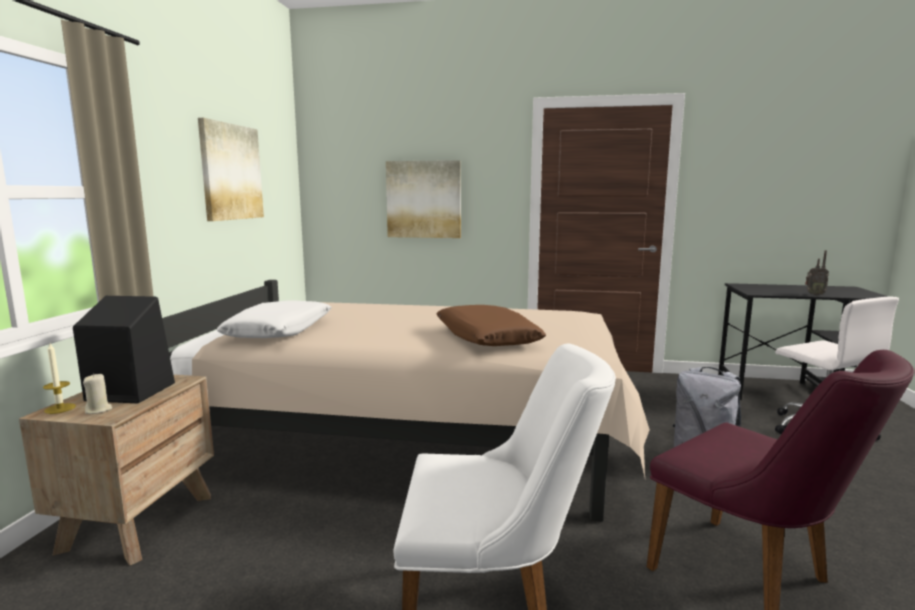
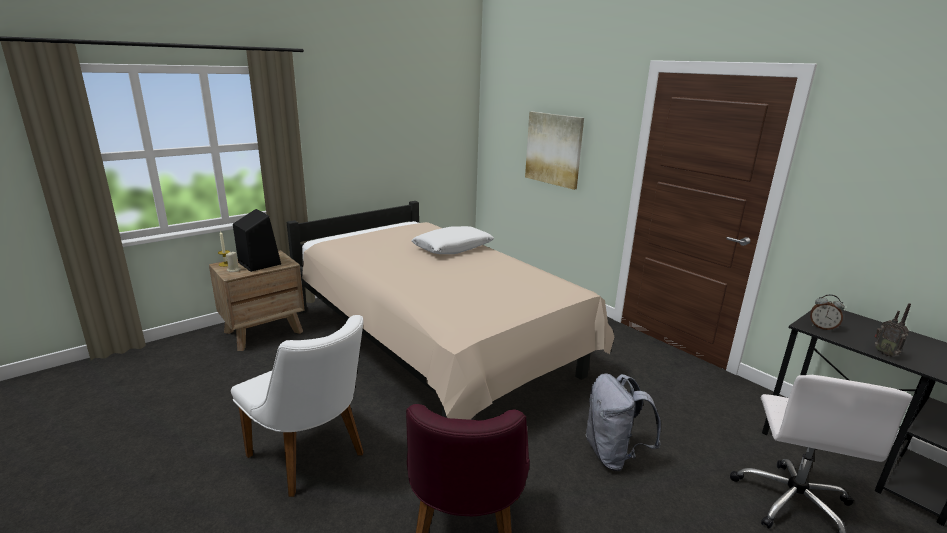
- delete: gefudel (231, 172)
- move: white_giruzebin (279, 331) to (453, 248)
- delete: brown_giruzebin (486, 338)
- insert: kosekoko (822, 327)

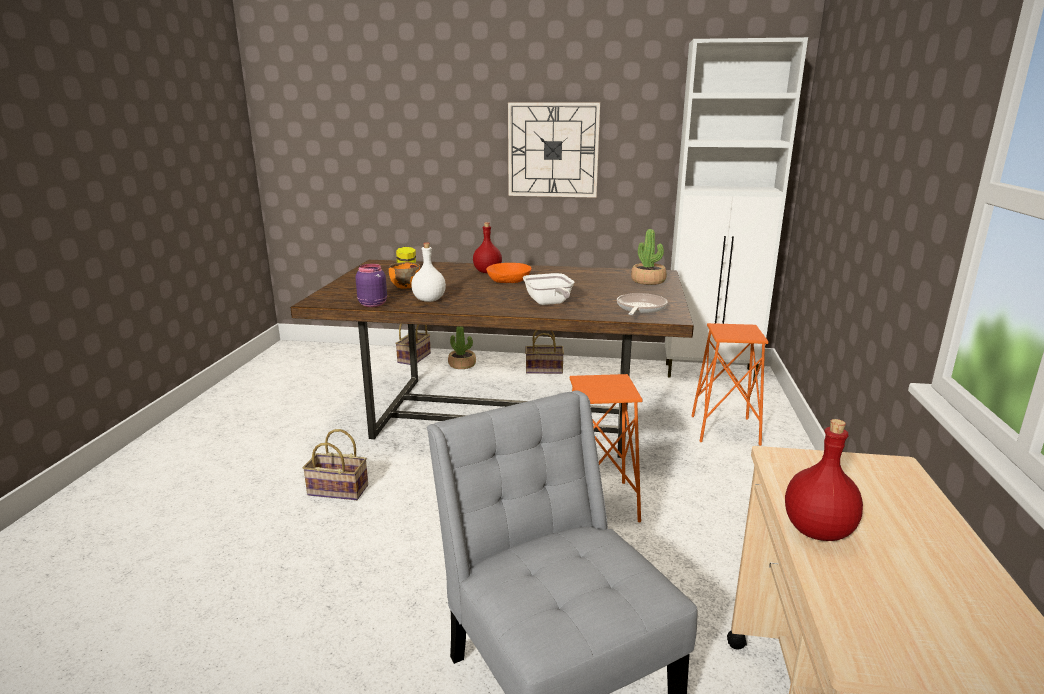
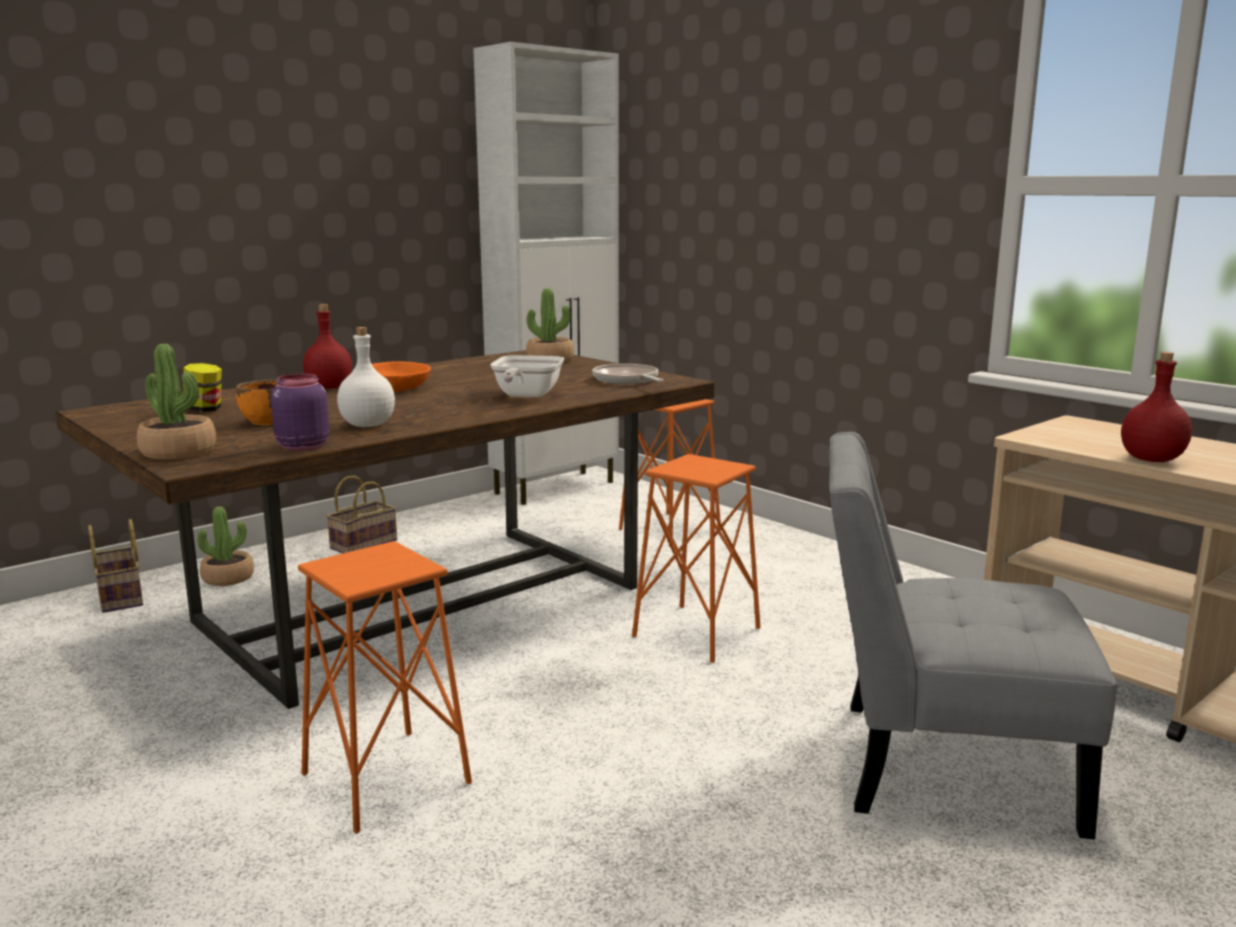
- replace: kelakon (336, 491) to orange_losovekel (385, 779)
- delete: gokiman (553, 150)
- rotate: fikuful (549, 303) = (525, 396) 75 degrees clockwise
- insert: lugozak (179, 452)

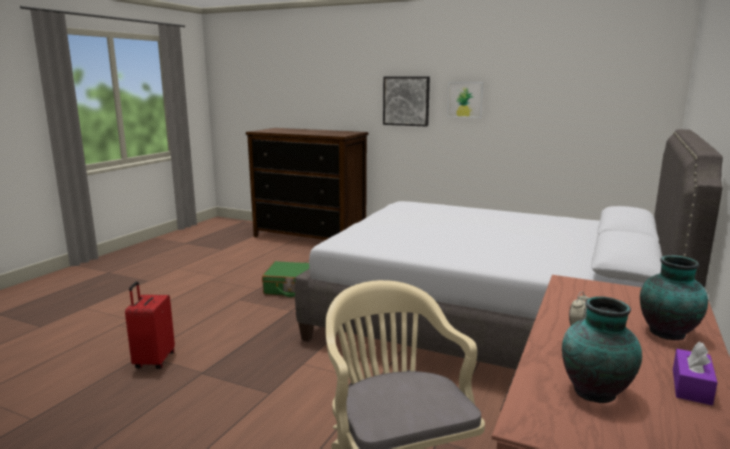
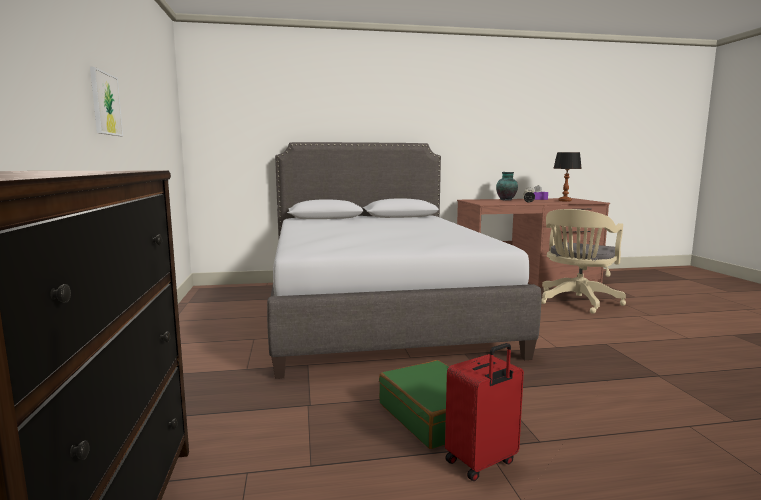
- move: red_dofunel (153, 361) to (482, 462)
- delete: gefudel (406, 101)
- replace: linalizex (597, 392) to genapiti (565, 201)

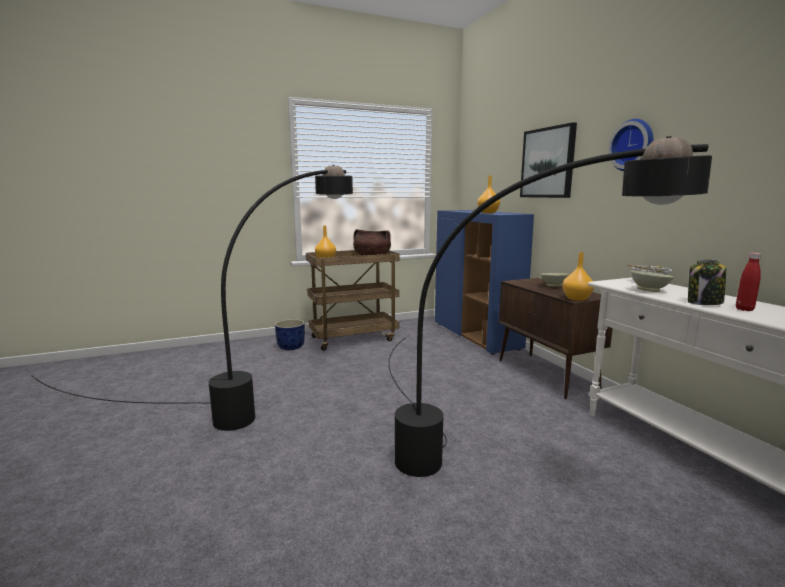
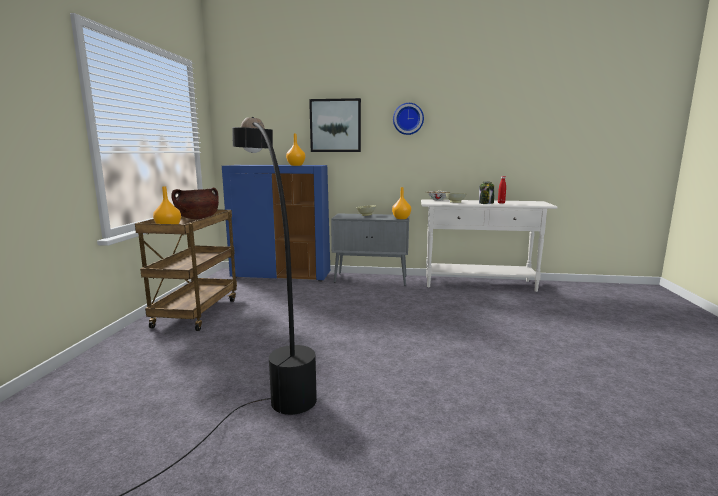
- delete: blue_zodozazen (291, 347)
- delete: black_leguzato (481, 461)
- recolor: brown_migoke (547, 375) to grey_migoke (371, 279)

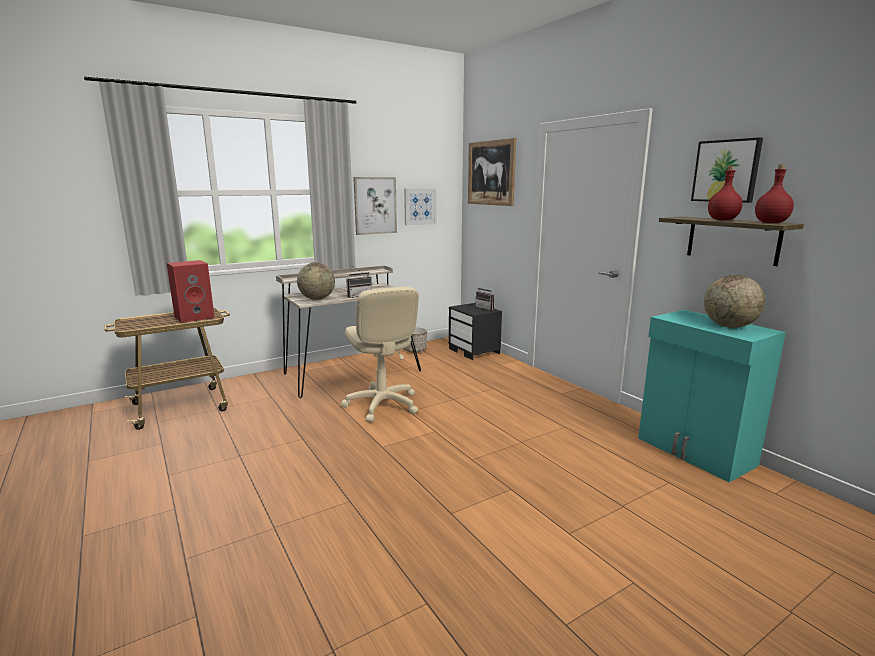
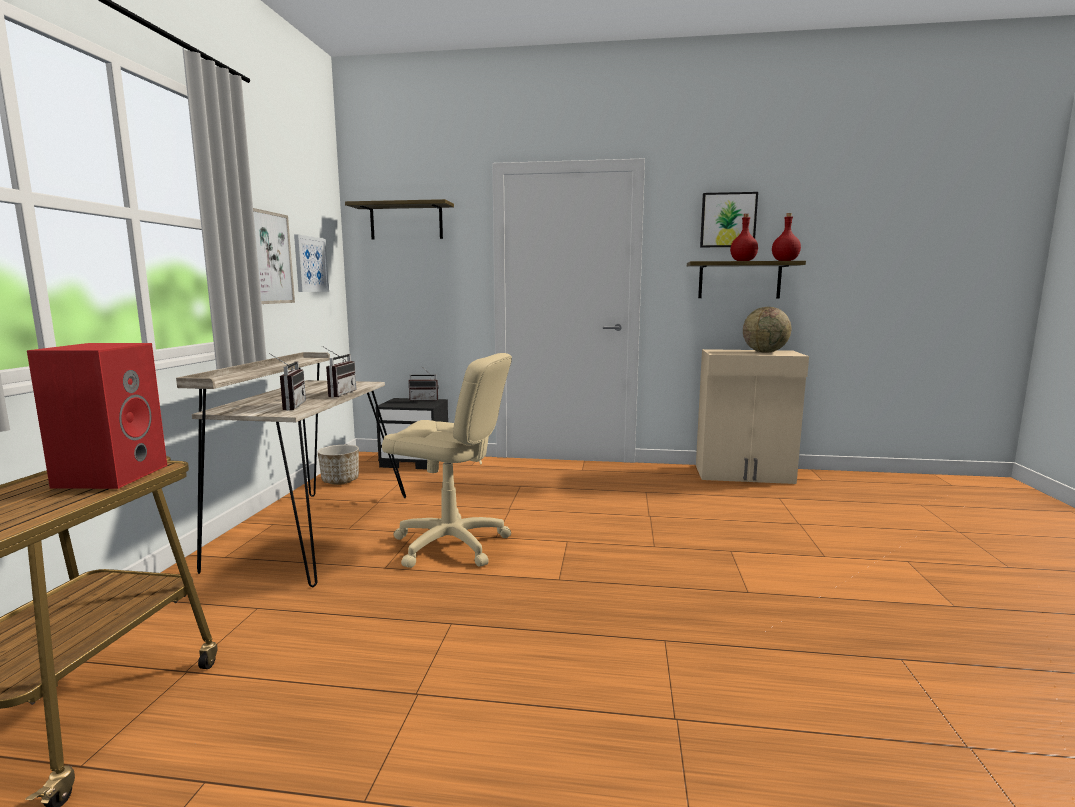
- replace: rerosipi (317, 299) to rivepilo (288, 406)
- replace: gefudel (491, 173) to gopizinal (406, 222)
- recolor: turquoise_migoke (695, 452) to beige_migoke (744, 474)

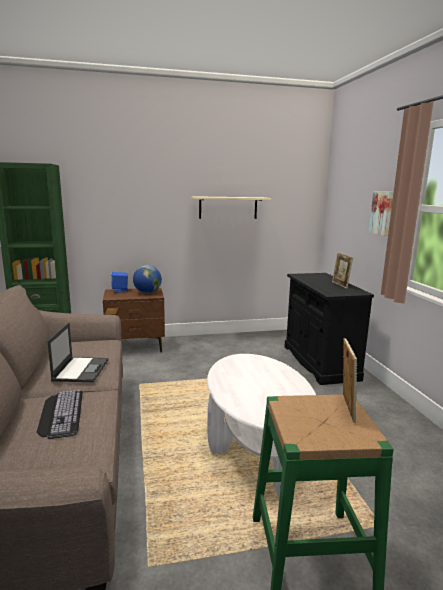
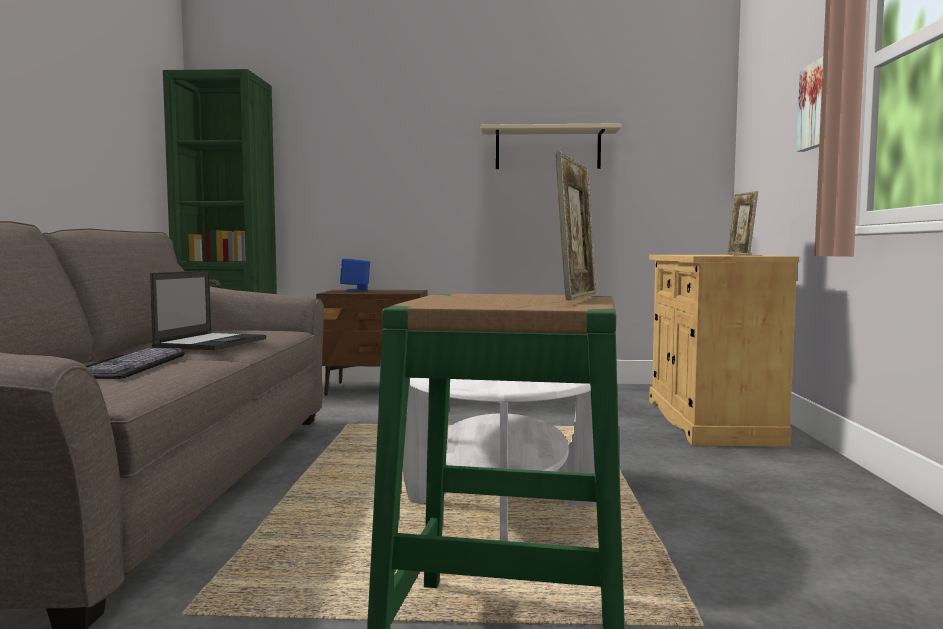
- delete: rerosipi (147, 293)
- recolor: black_migoke (319, 362) to beige_migoke (710, 421)

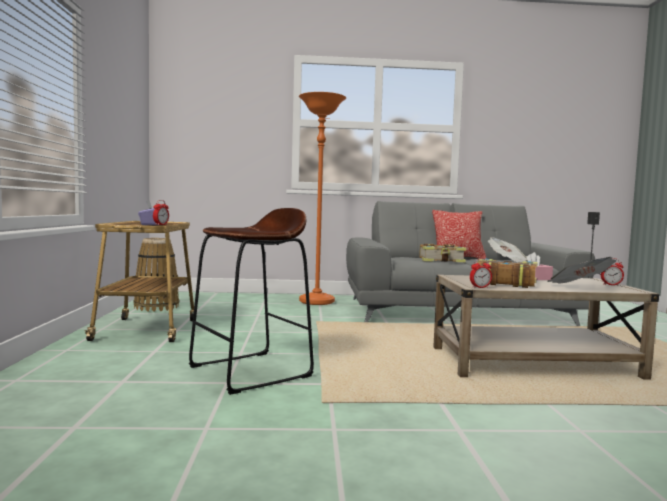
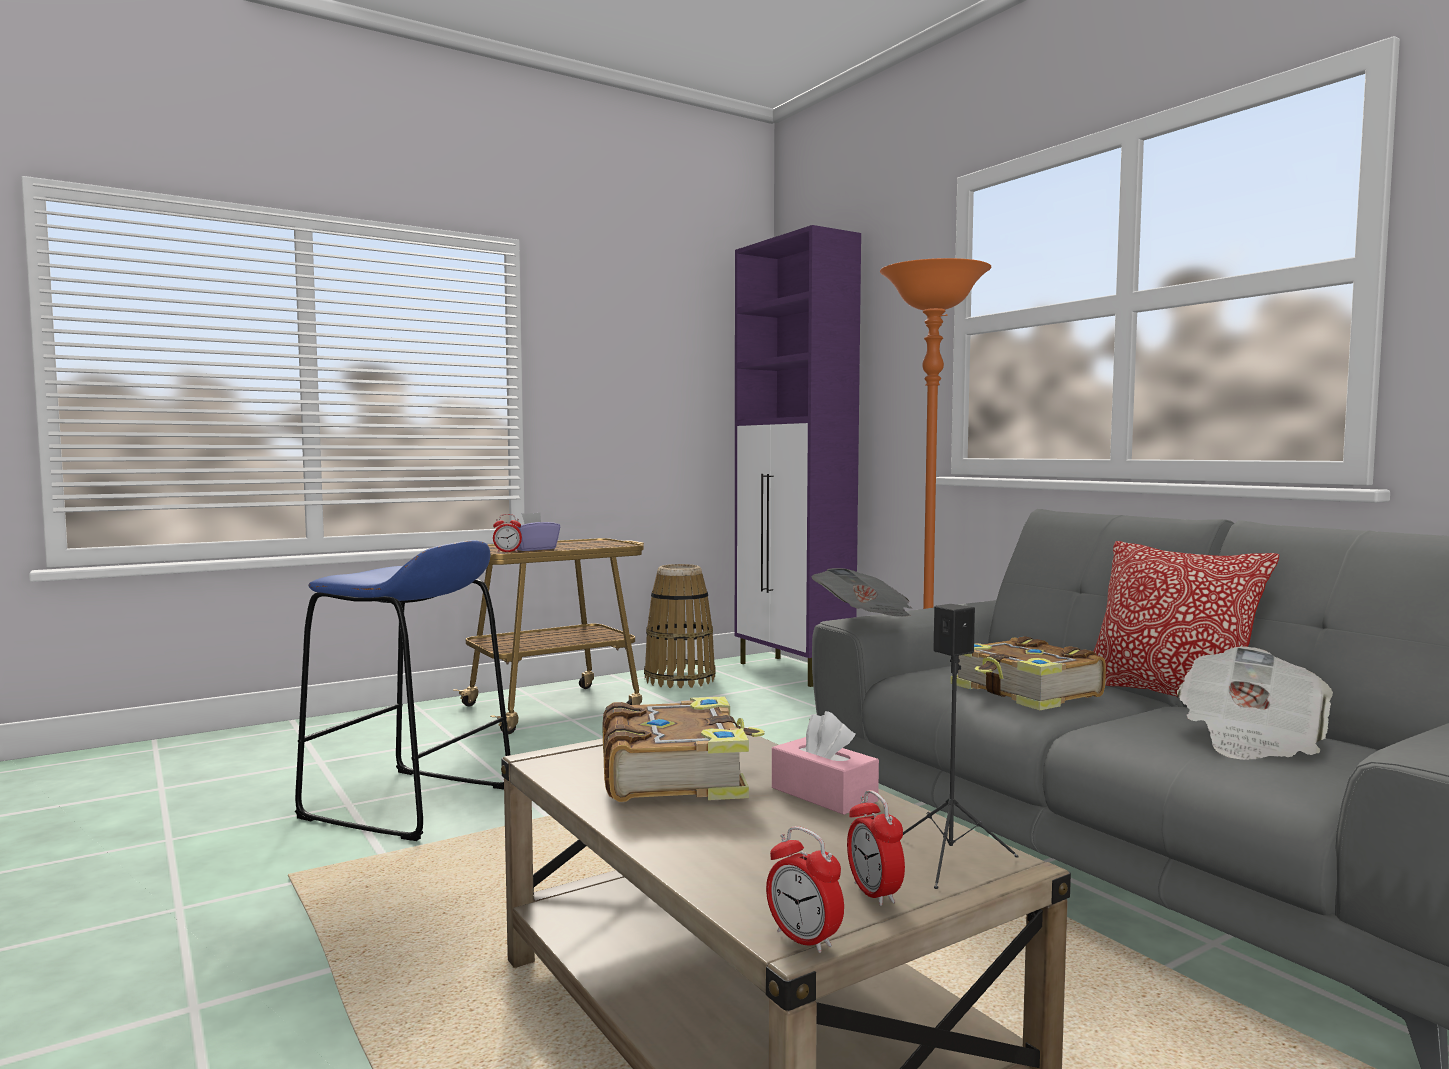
- recolor: brown_losovekel (251, 371) to blue_losovekel (408, 803)
- move: kosekoko (480, 287) to (804, 939)
- move: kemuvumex (579, 287) to (866, 622)
- insert: purple_migoke (793, 671)

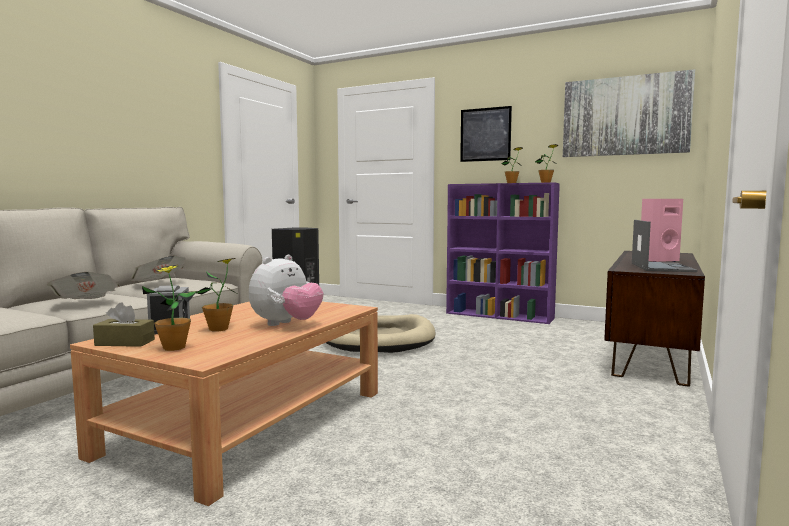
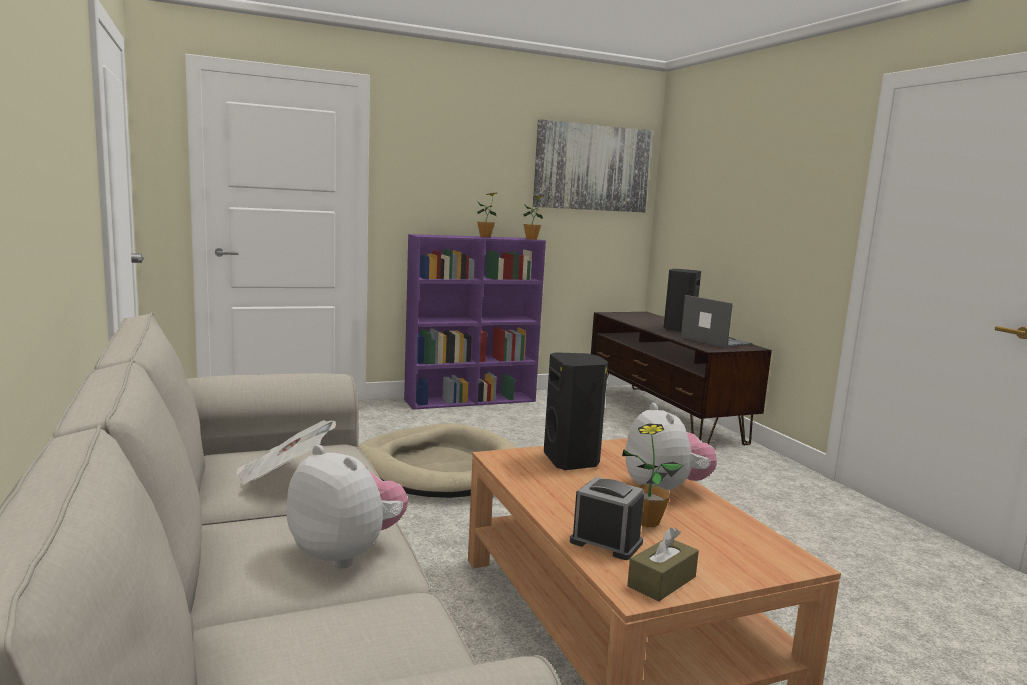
- replace: kemuvumex (86, 304) to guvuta (347, 553)
- delete: lugozak (174, 347)
- delete: gefudel (485, 134)
- recolor: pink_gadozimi (657, 261) to black_gadozimi (678, 330)

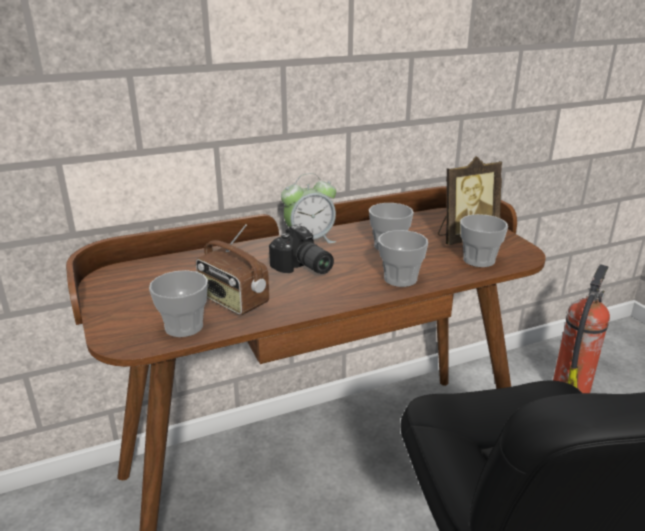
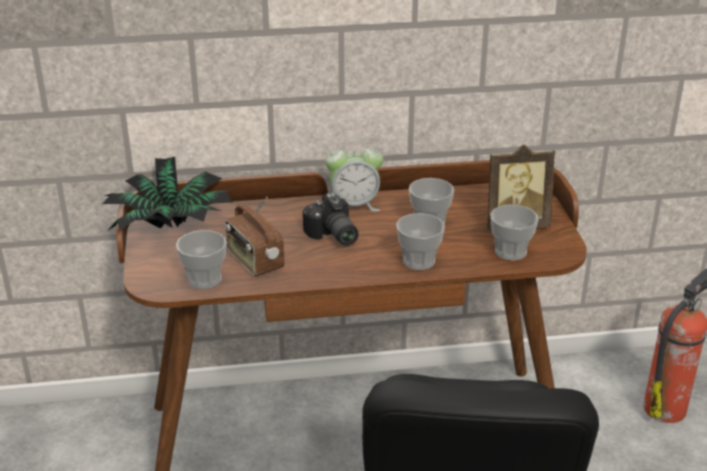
- insert: lugozak (172, 227)

